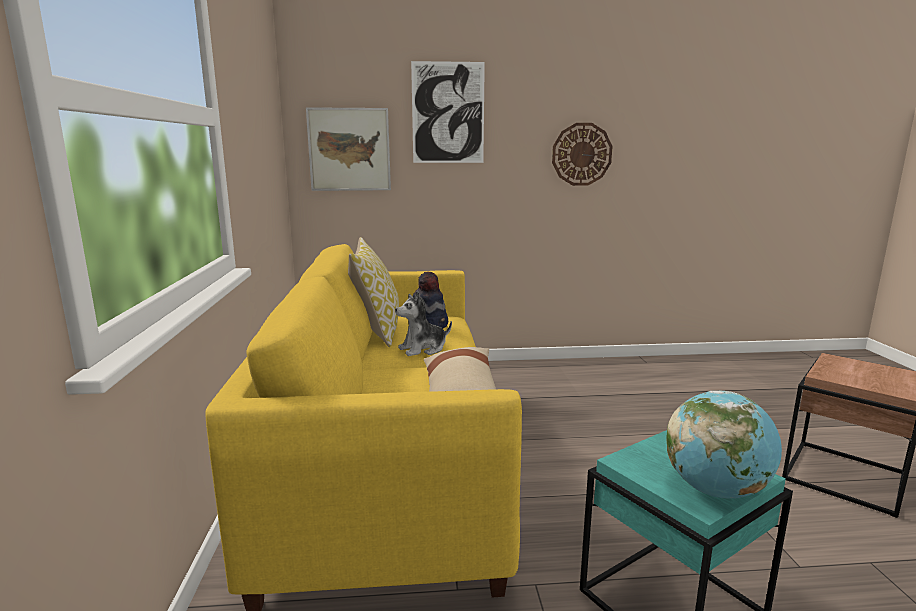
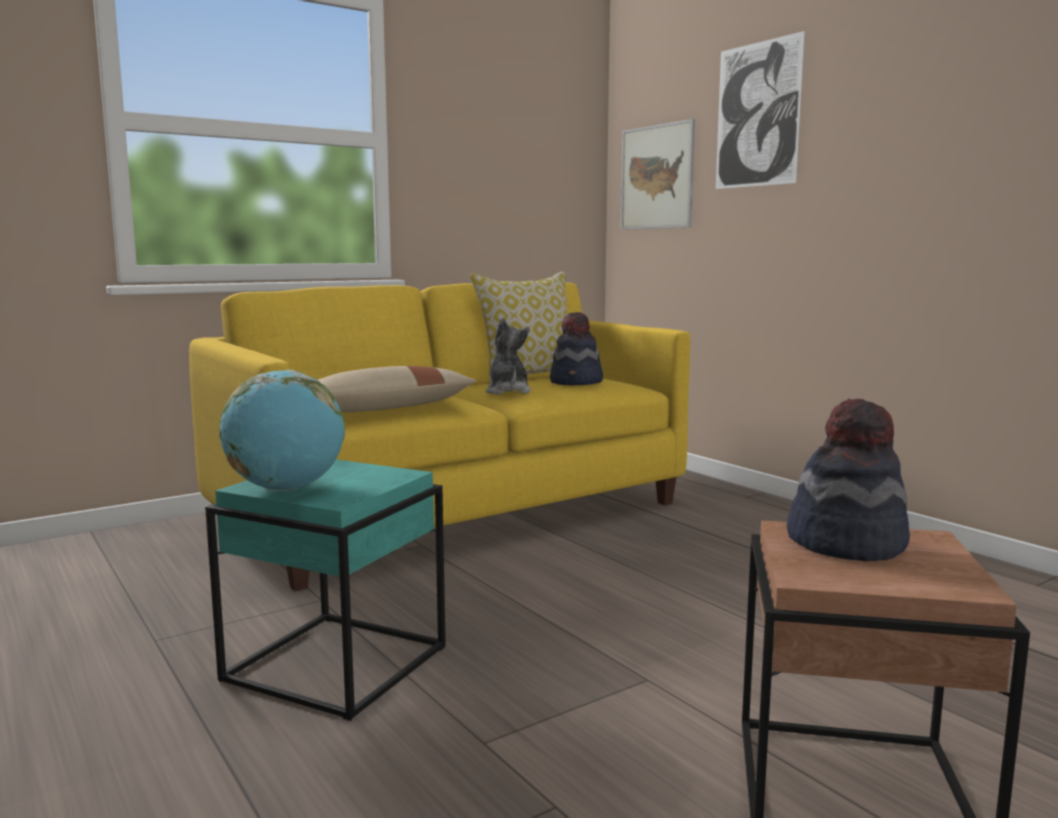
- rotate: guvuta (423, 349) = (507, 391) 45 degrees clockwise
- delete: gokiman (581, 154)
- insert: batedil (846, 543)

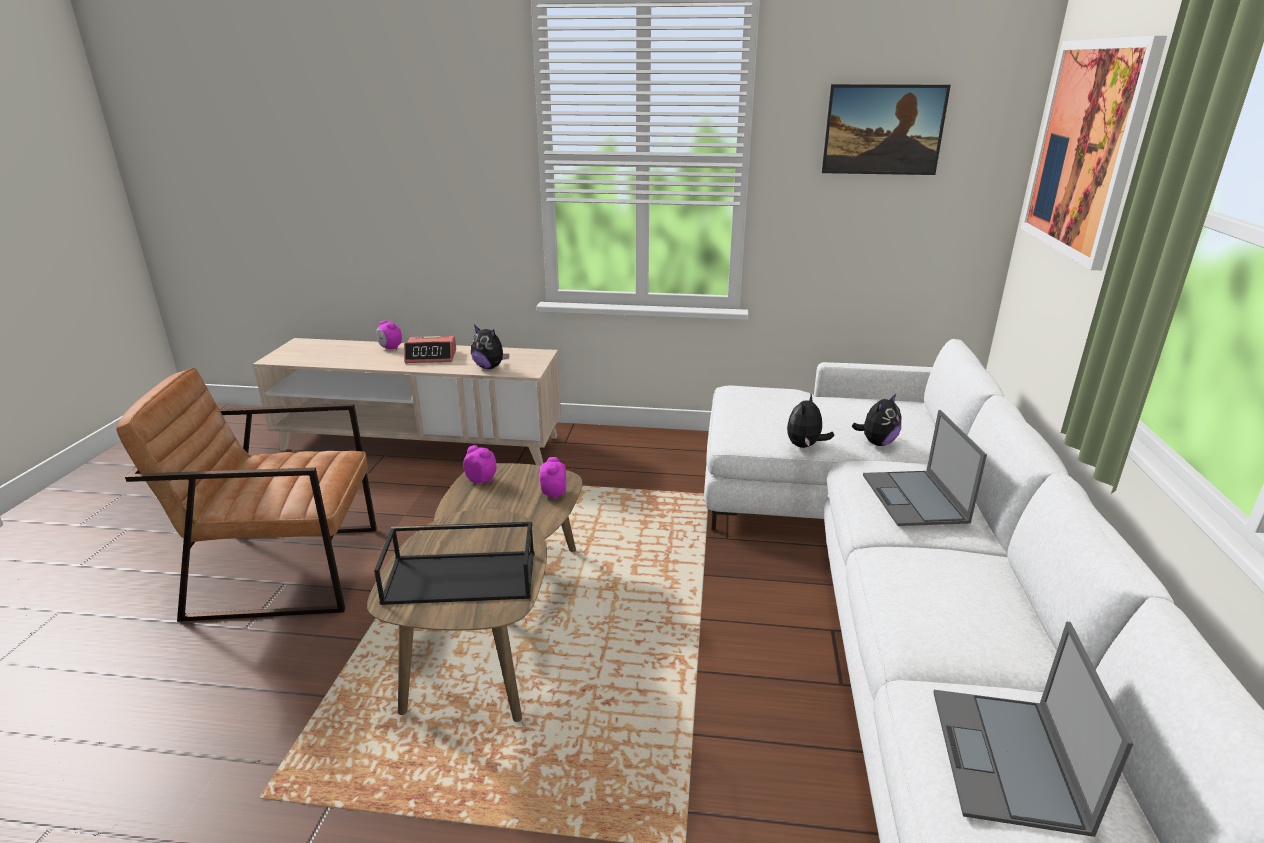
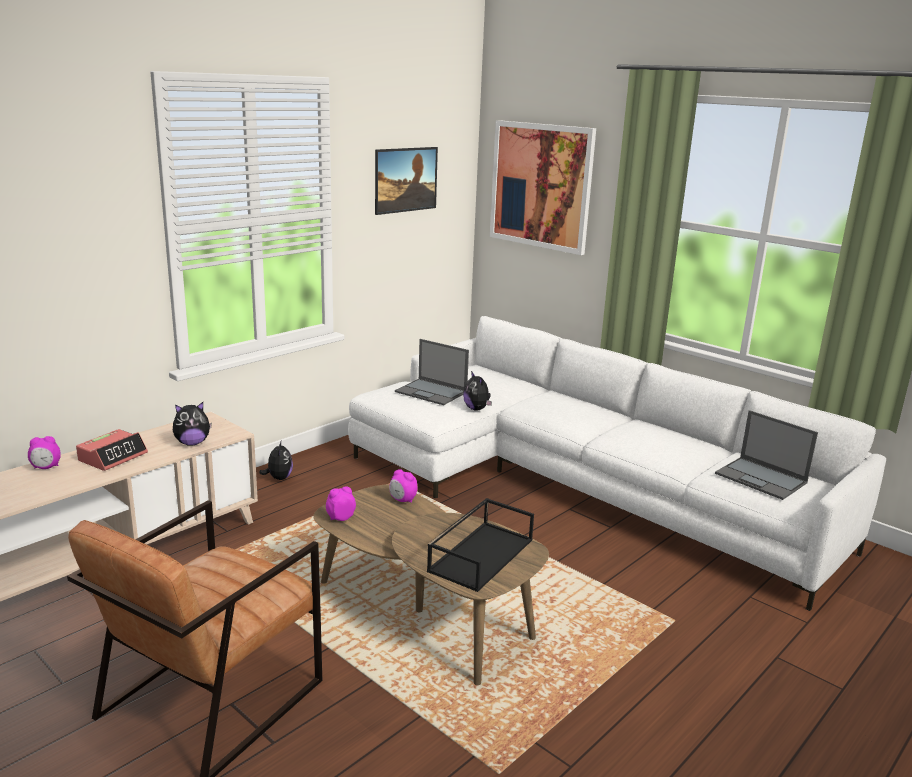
- move: guvuta (877, 443) to (279, 478)
- move: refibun (915, 499) to (432, 392)

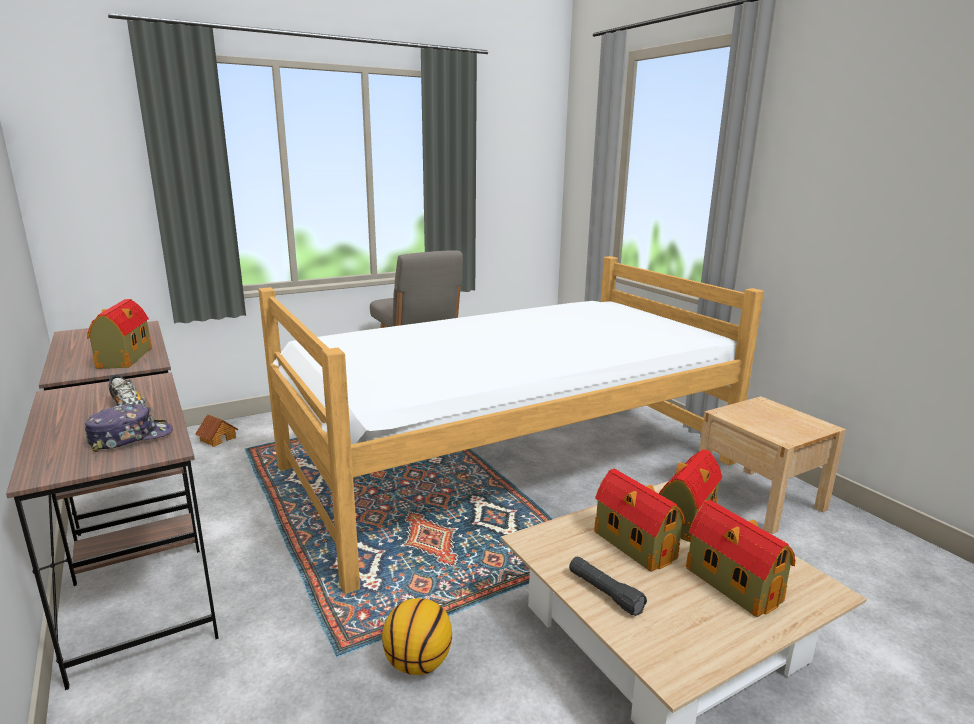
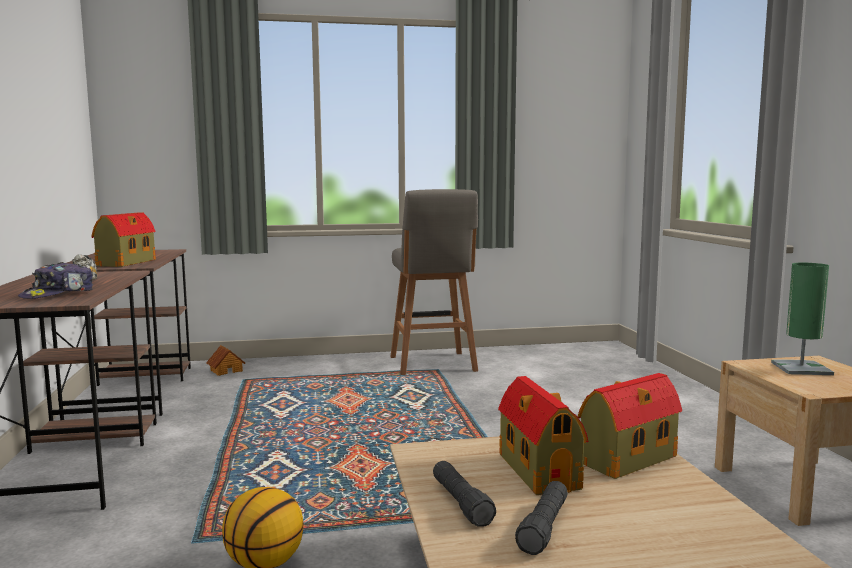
- rotate: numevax (130, 437) = (59, 294) 135 degrees clockwise
- delete: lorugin (511, 465)
- delete: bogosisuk (731, 583)
- insert: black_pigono (544, 528)
- insert: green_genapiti (801, 368)

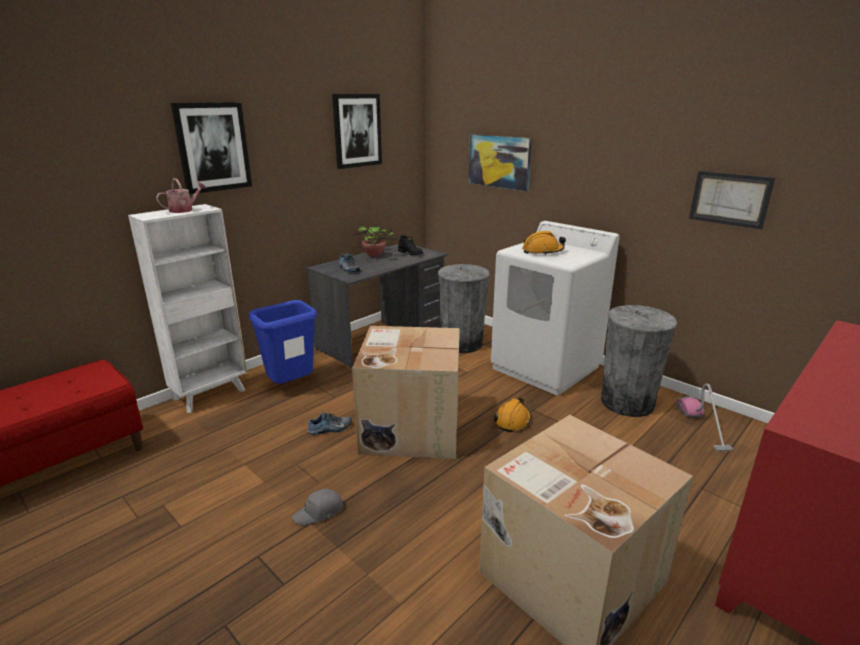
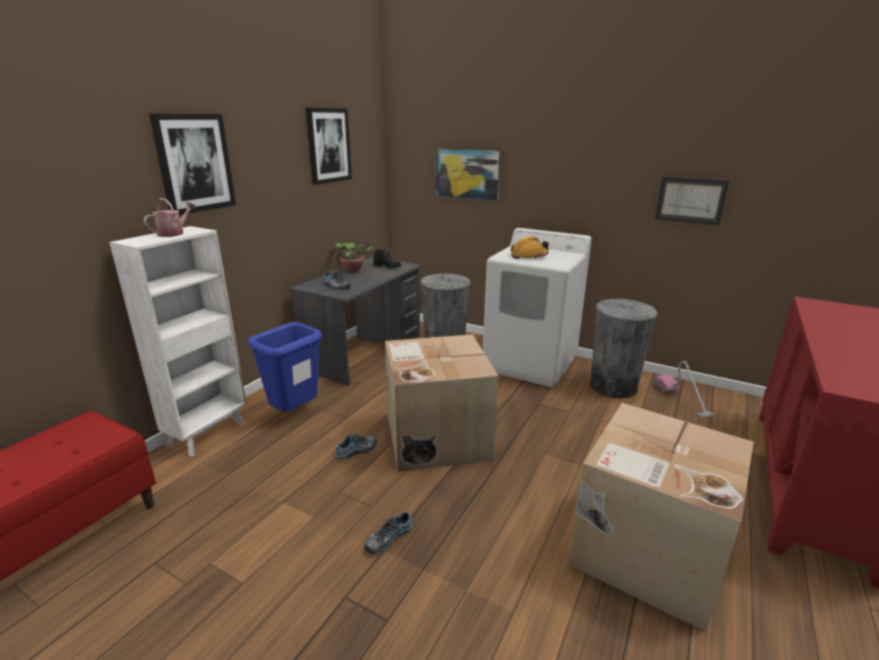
- replace: grey_numevax (319, 512) to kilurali (388, 537)
- delete: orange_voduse (512, 420)

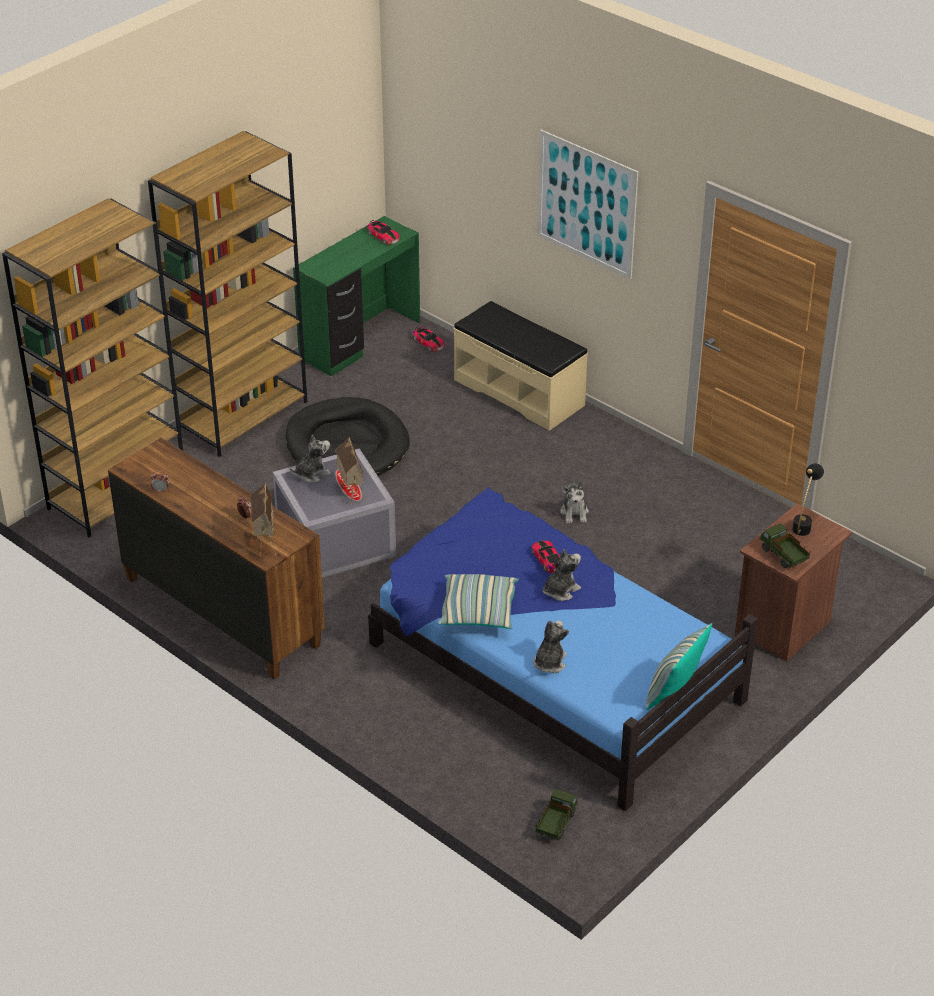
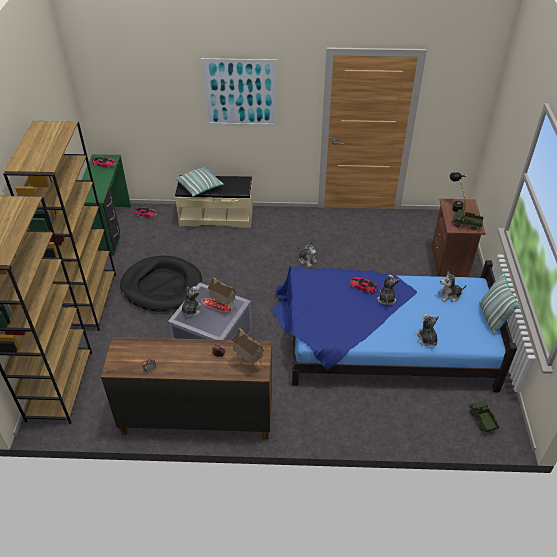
- move: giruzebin (478, 612) to (200, 187)
- insert: guvuta (449, 295)

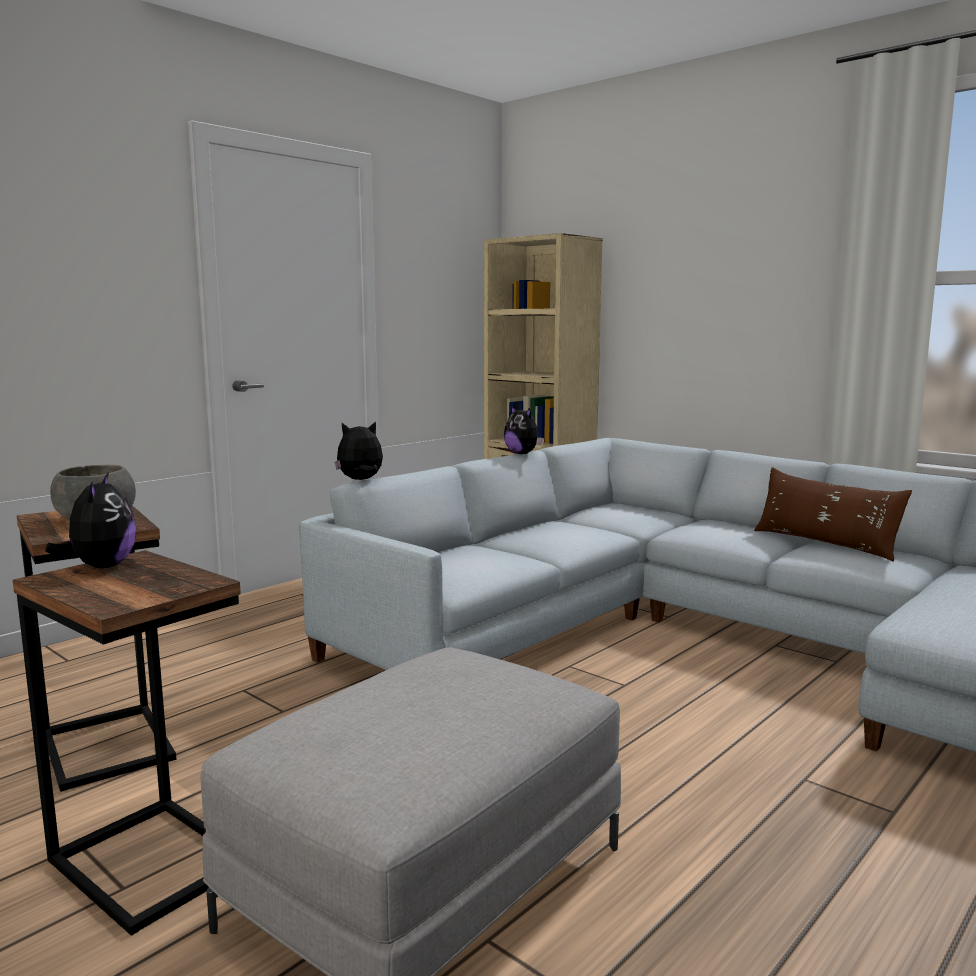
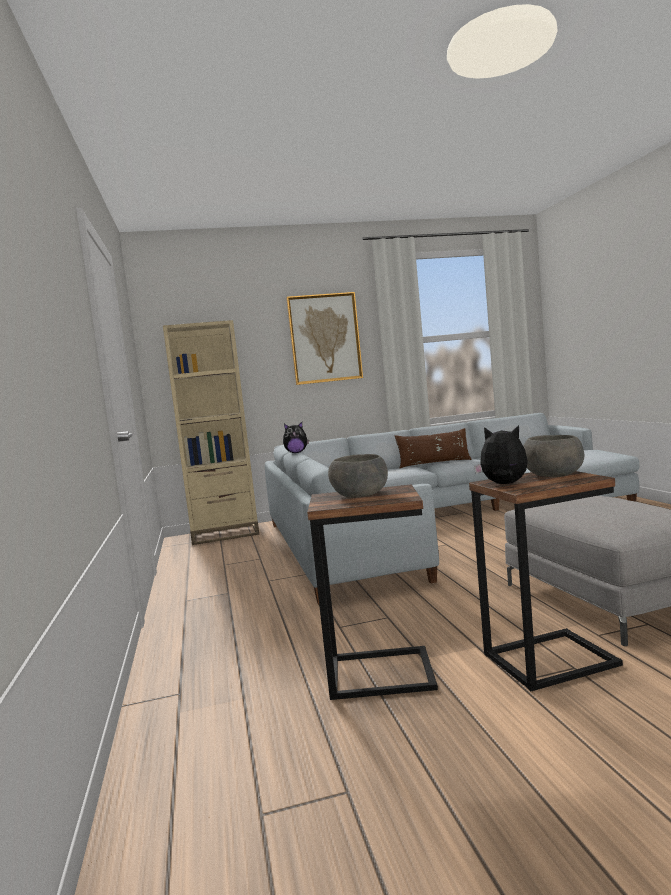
- delete: guvuta (361, 480)
- insert: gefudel (324, 338)
- insert: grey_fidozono (554, 475)

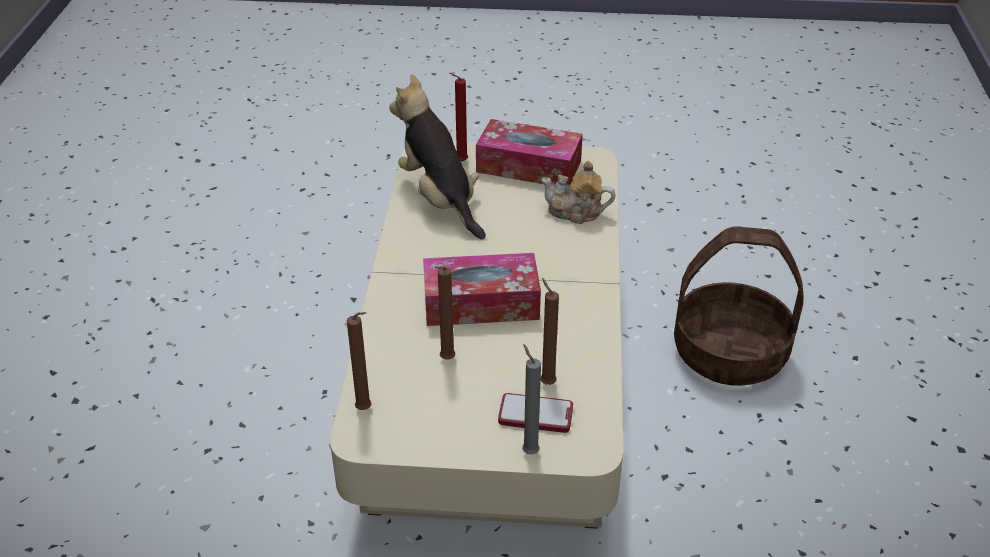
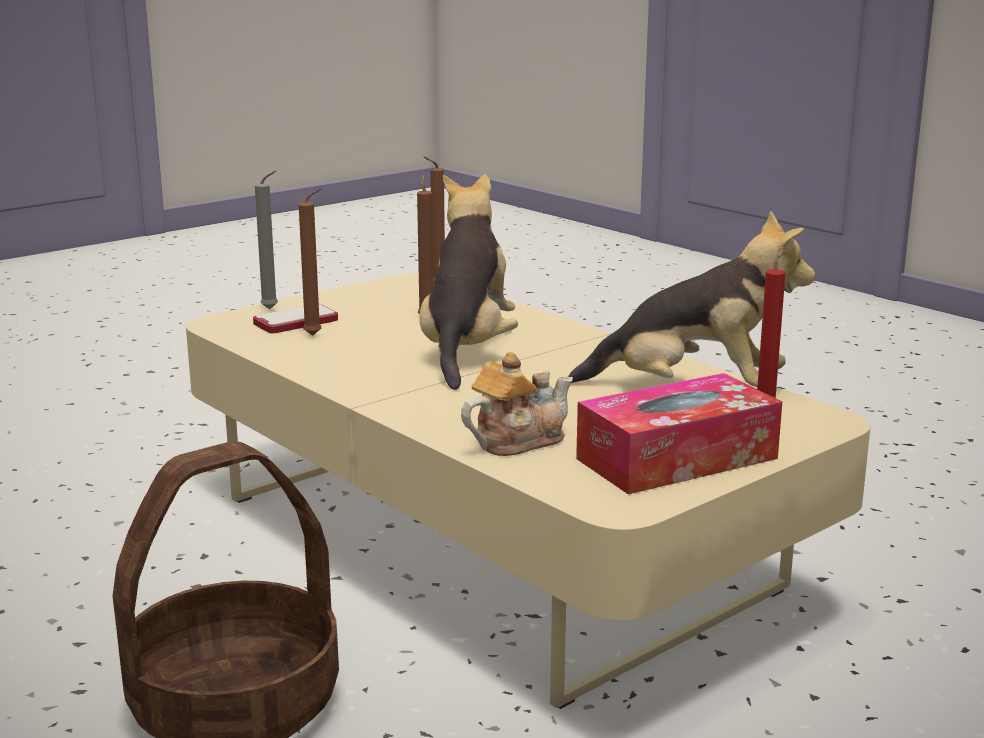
- replace: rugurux (481, 303) to guvuta (466, 350)

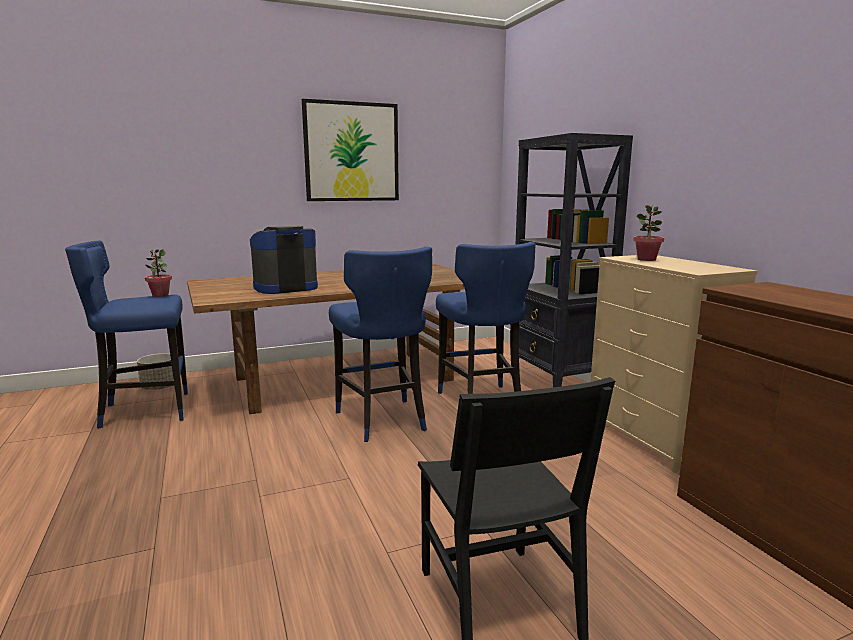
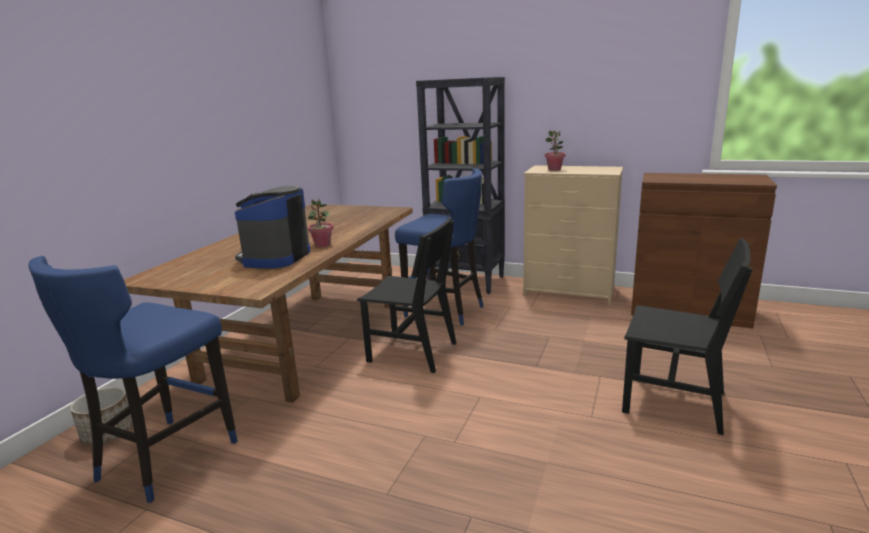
- move: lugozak (160, 295) to (322, 245)
- delete: gefudel (351, 152)
- replace: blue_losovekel (382, 420) to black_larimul (412, 352)

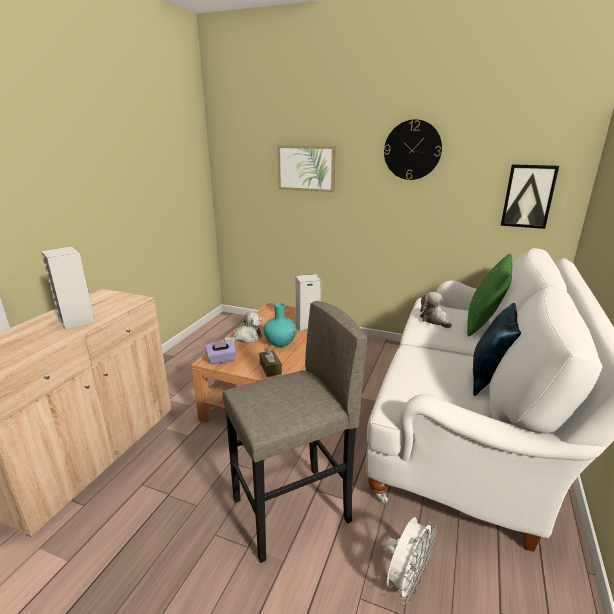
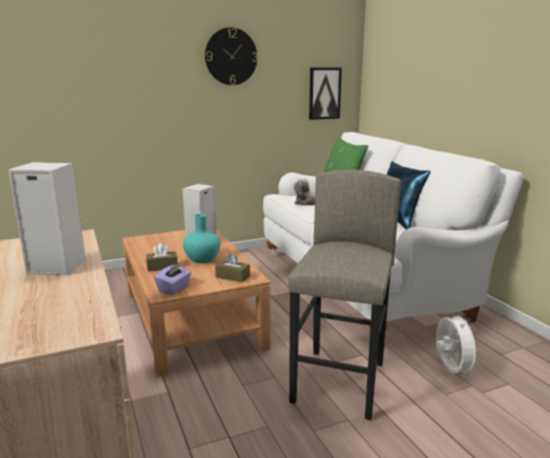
- replace: guvuta (246, 338) to brown_rugurux (162, 267)
- delete: gefudel (306, 168)

